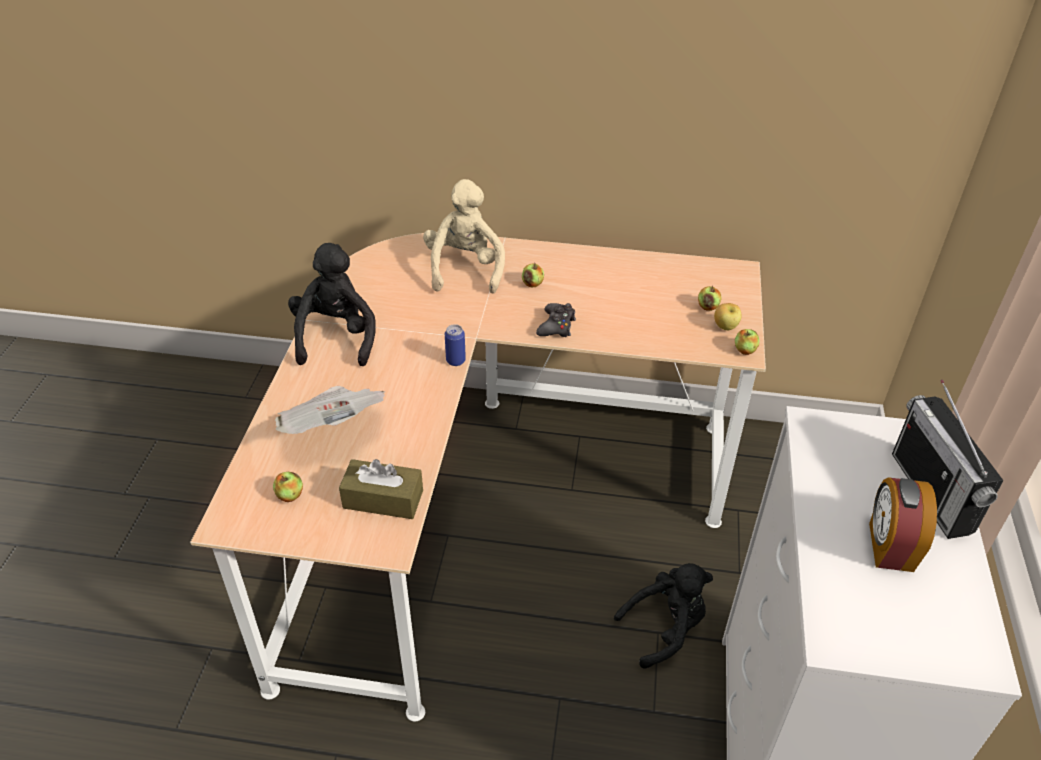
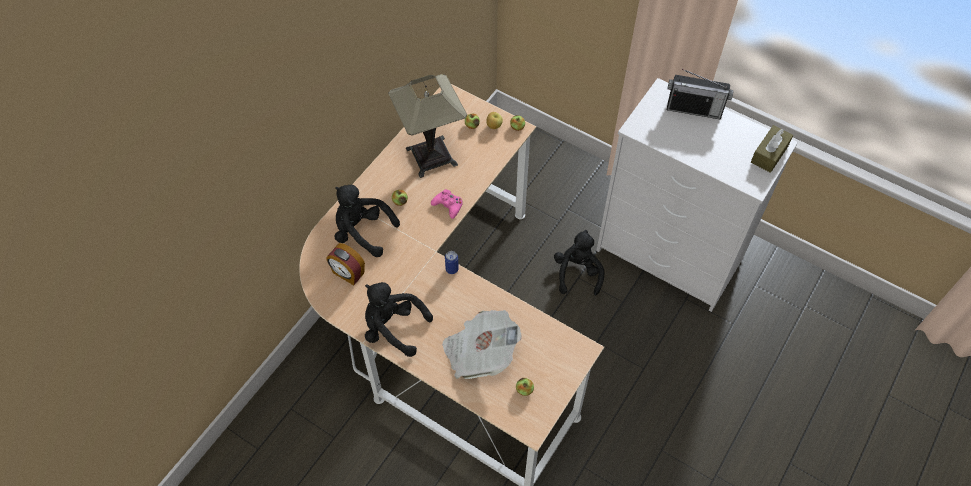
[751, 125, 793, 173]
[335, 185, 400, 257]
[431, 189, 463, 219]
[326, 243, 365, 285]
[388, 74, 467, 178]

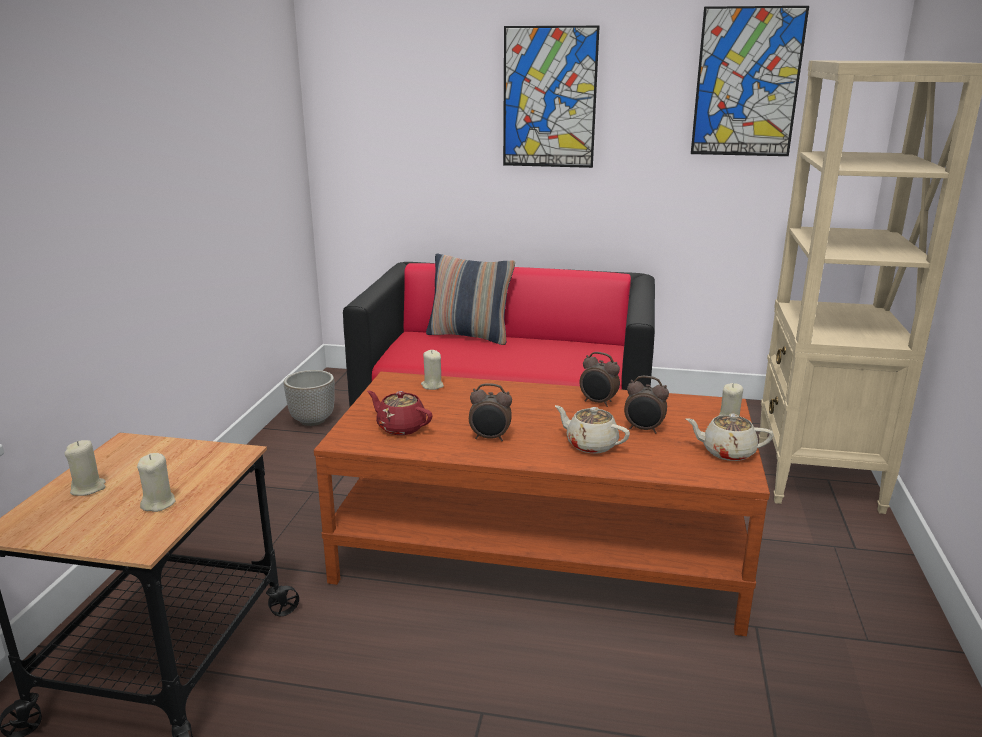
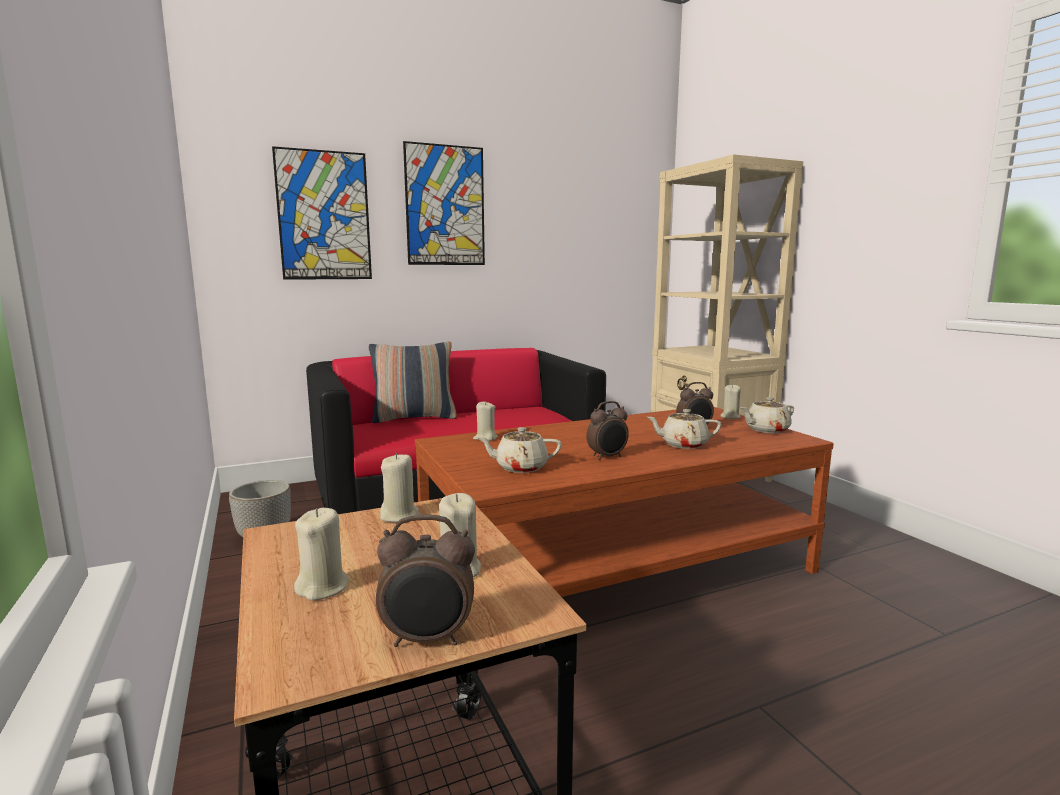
[477, 427, 562, 473]
[376, 515, 475, 647]
[272, 146, 372, 280]
[380, 453, 420, 522]

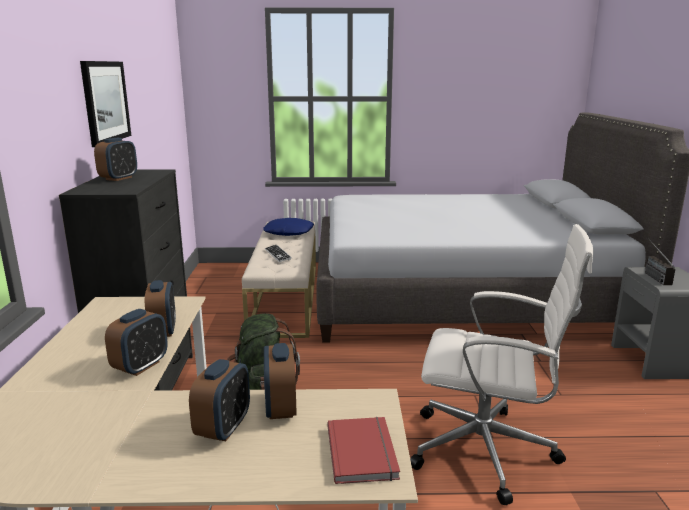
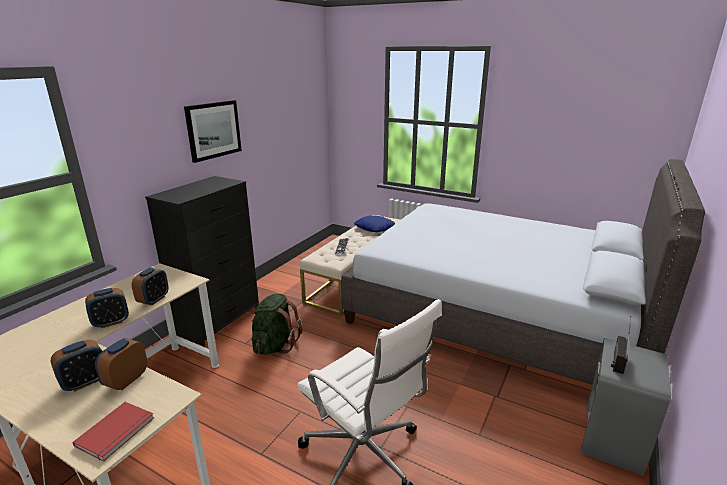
[94, 138, 137, 181] (first image)

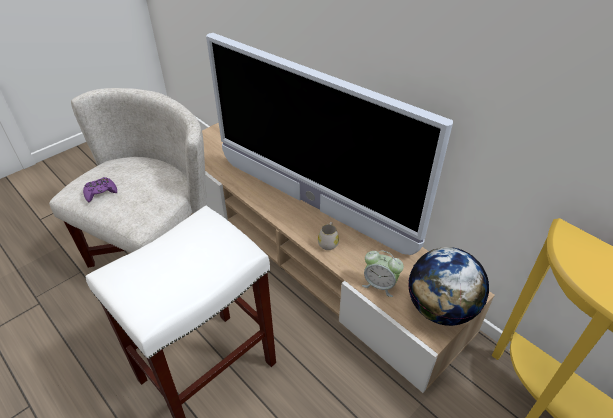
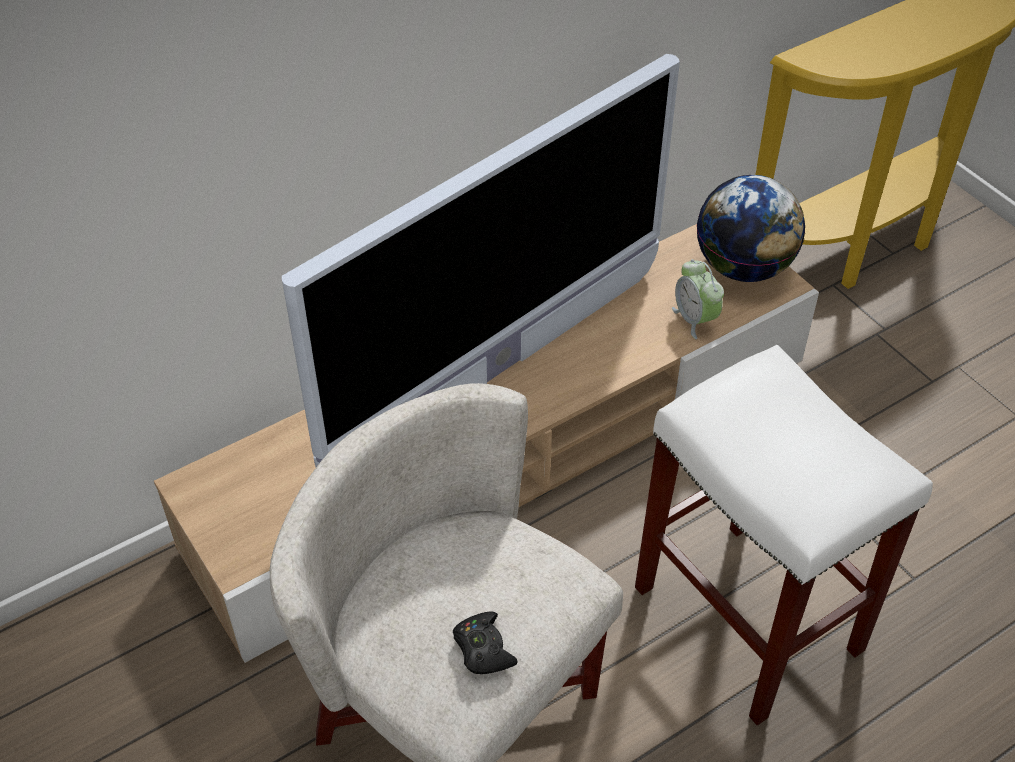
[453, 611, 518, 674]
[318, 222, 339, 250] (first image)
[672, 259, 724, 339]

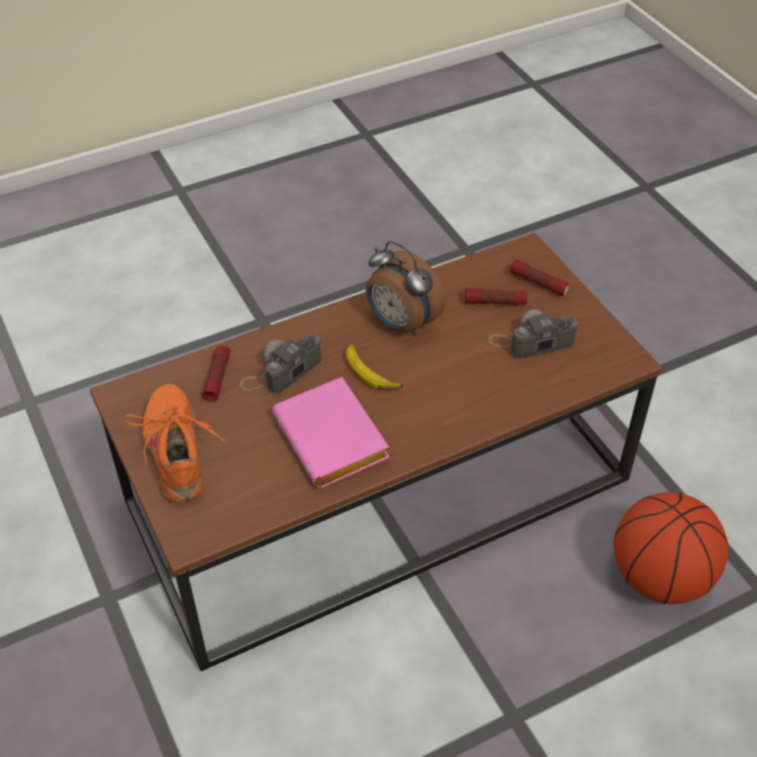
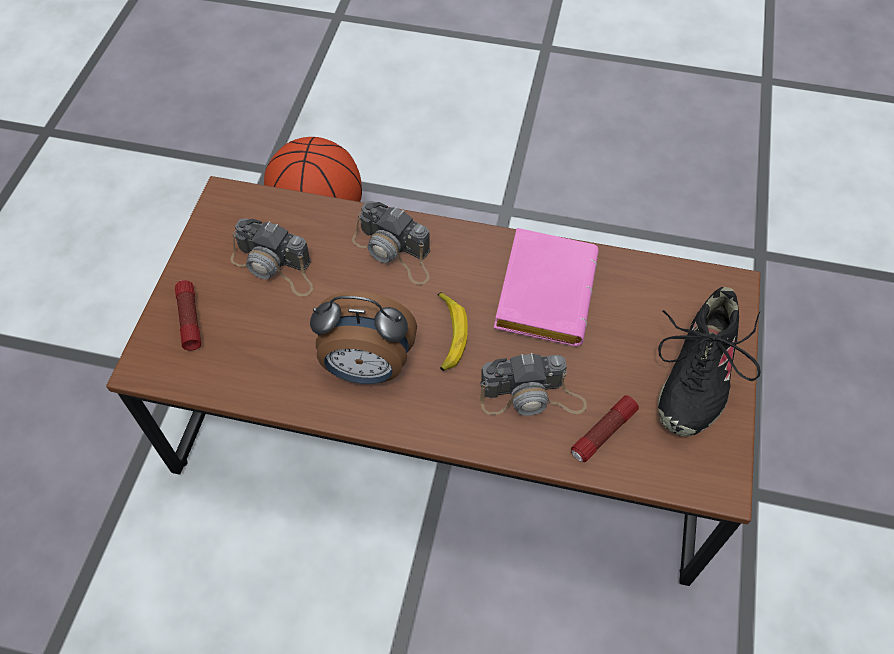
[658, 287, 761, 436]
[310, 292, 417, 384]
[465, 288, 528, 306] (first image)
[352, 201, 430, 285]

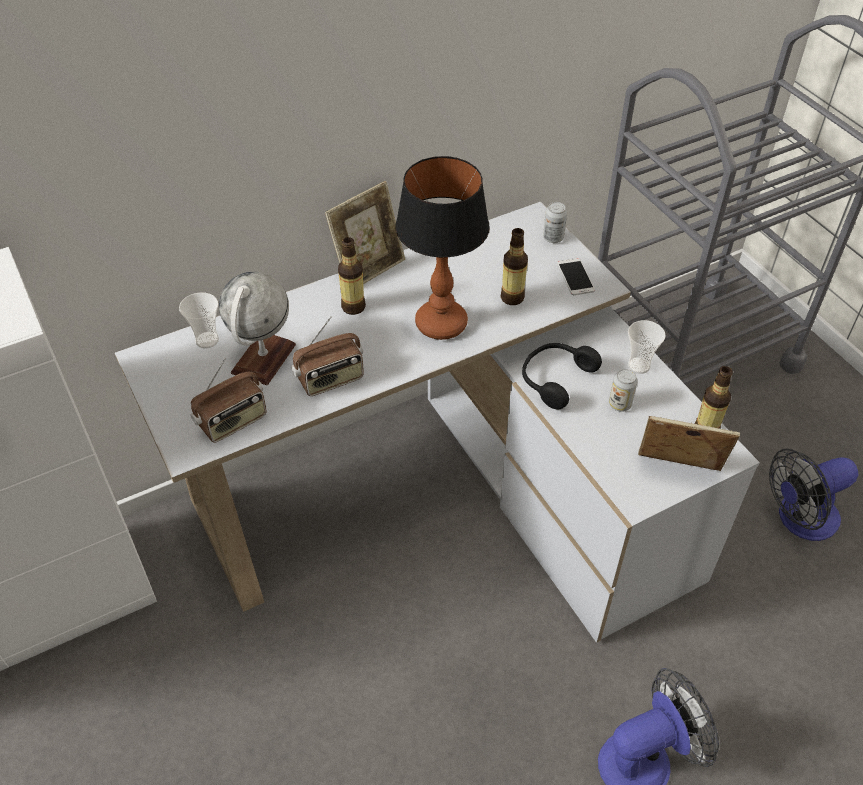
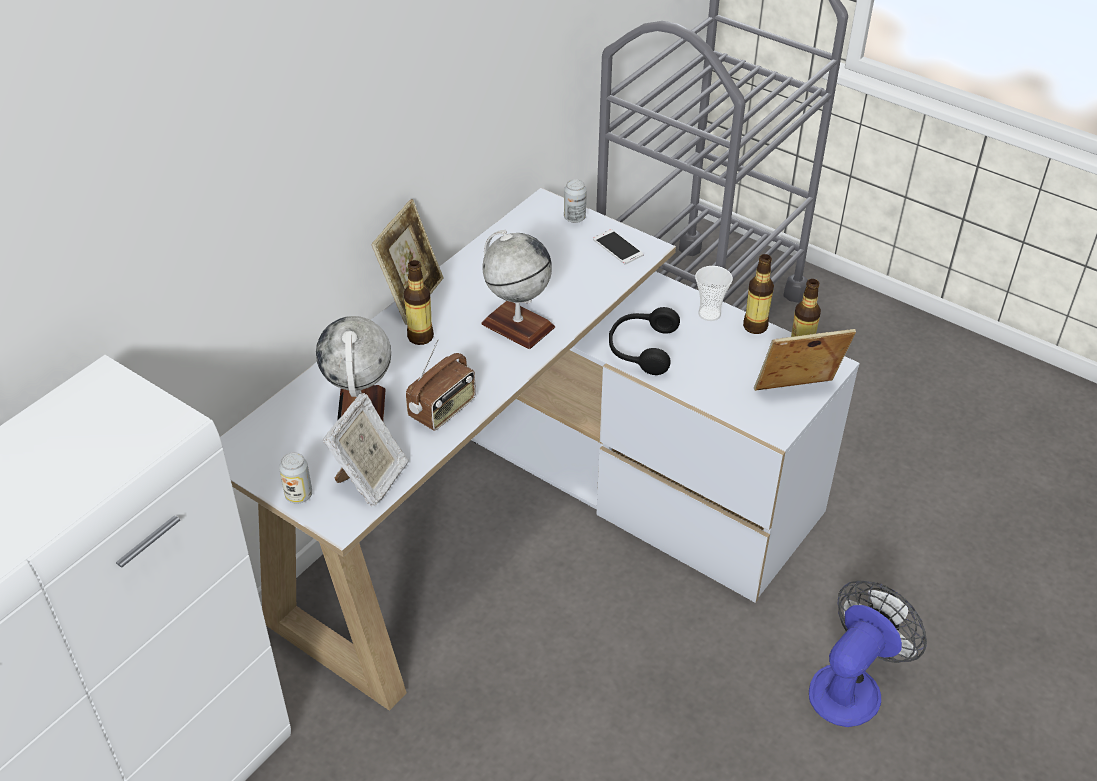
[179, 292, 219, 349] (first image)
[323, 393, 409, 506]
[481, 230, 555, 349]
[743, 254, 774, 334]
[279, 452, 312, 504]
[769, 449, 858, 541] (first image)

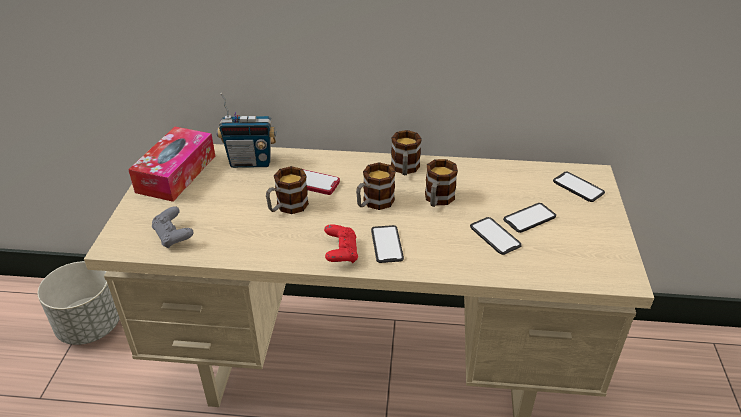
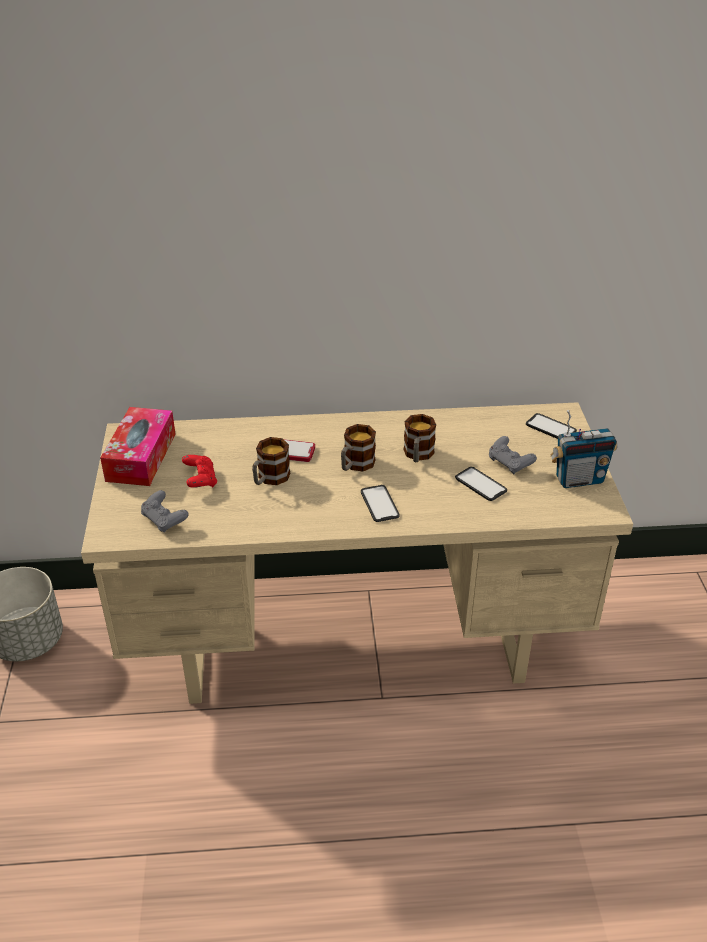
[551, 410, 618, 488]
[182, 455, 217, 488]
[391, 130, 422, 175] (first image)
[489, 436, 537, 474]

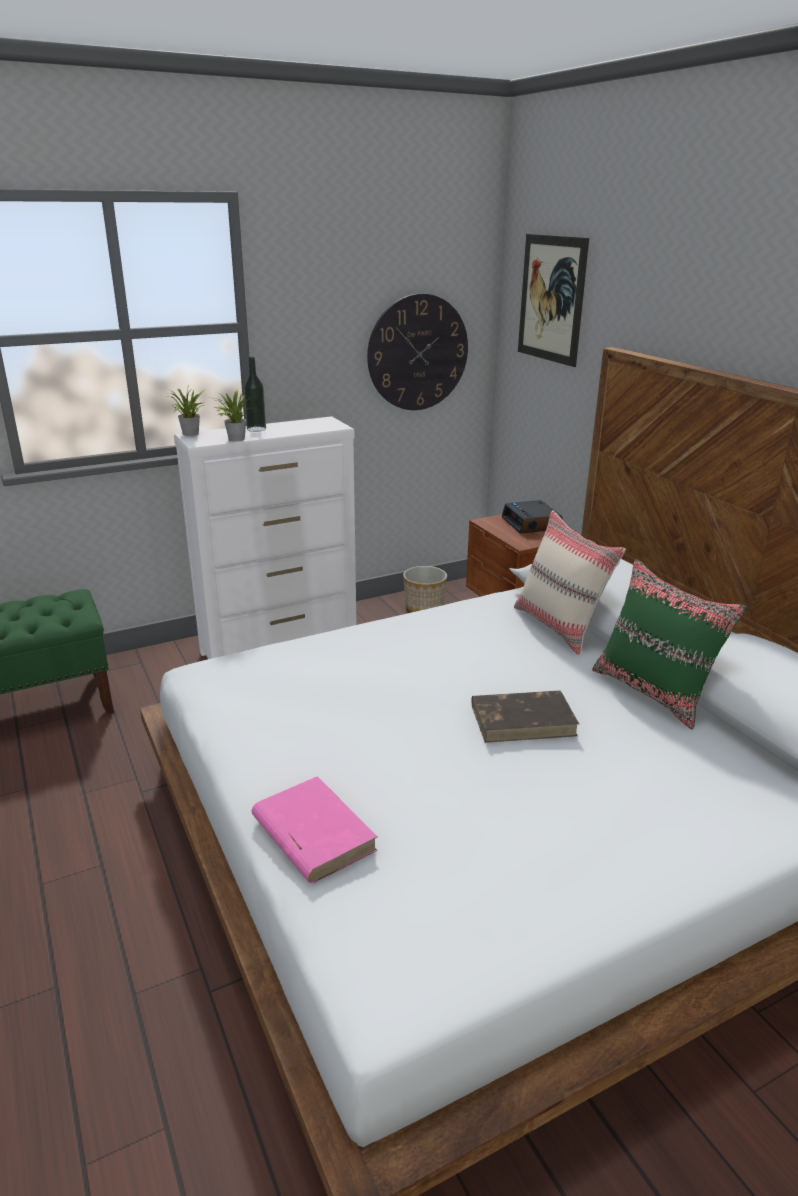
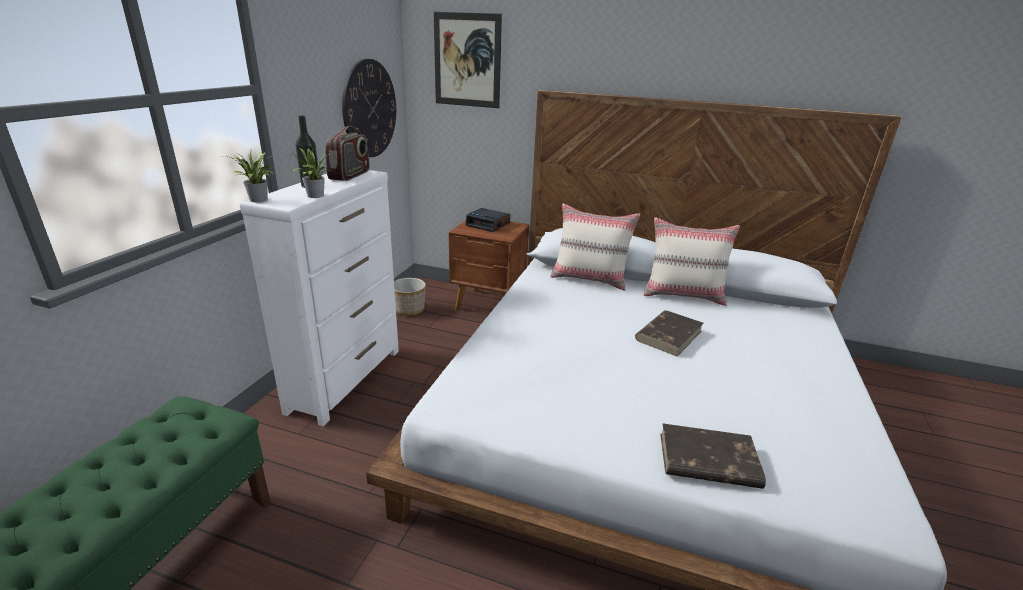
[660, 423, 766, 489]
[644, 217, 740, 306]
[325, 126, 370, 181]

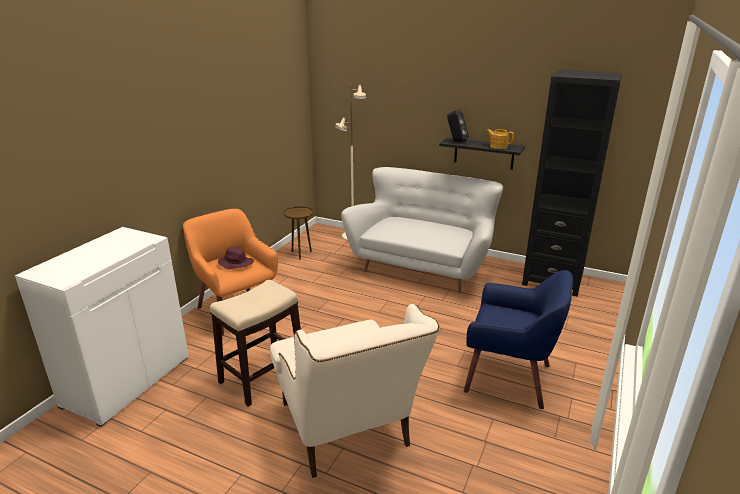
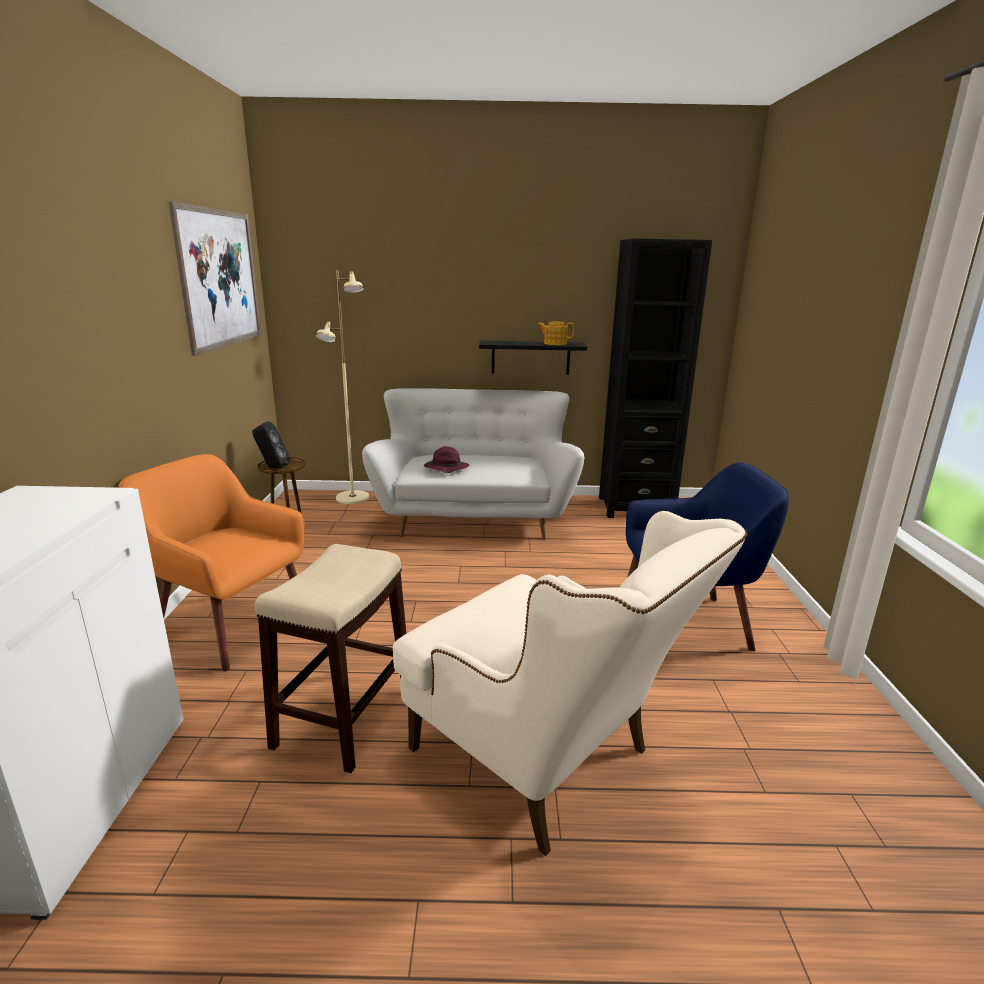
[424, 446, 469, 473]
[252, 421, 290, 468]
[168, 201, 261, 356]

